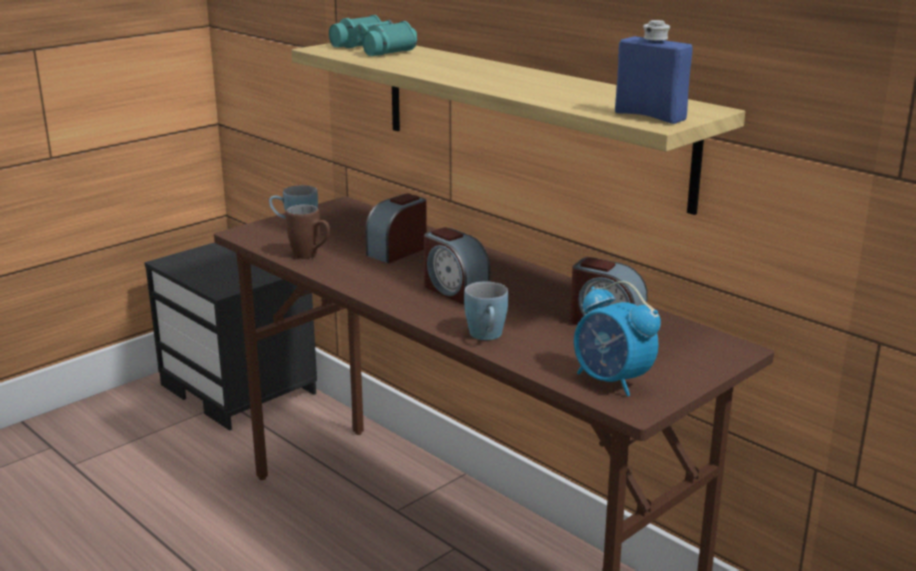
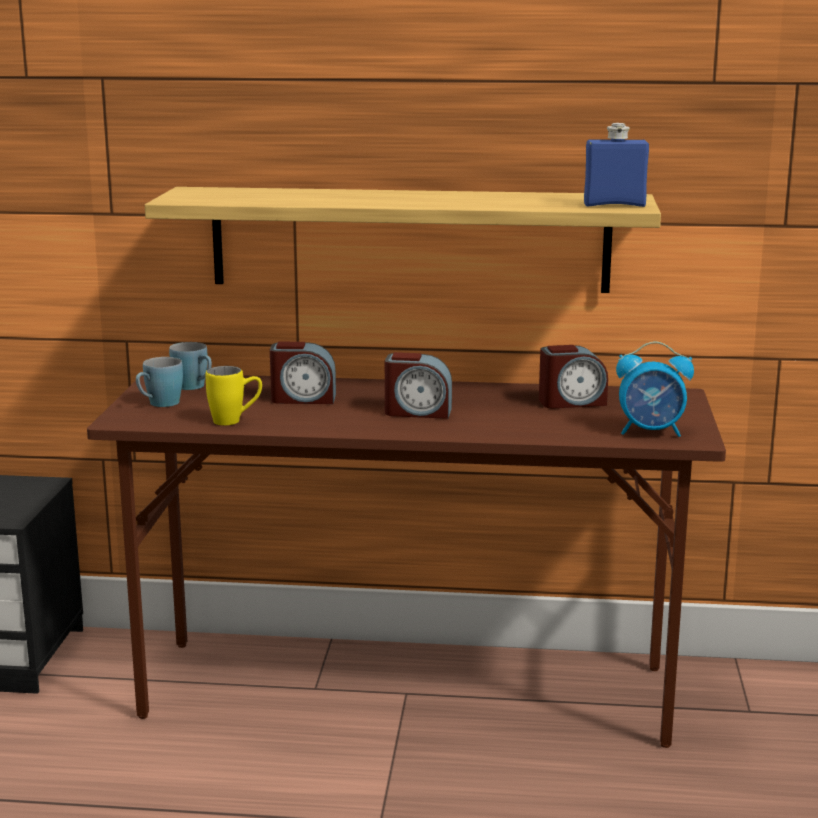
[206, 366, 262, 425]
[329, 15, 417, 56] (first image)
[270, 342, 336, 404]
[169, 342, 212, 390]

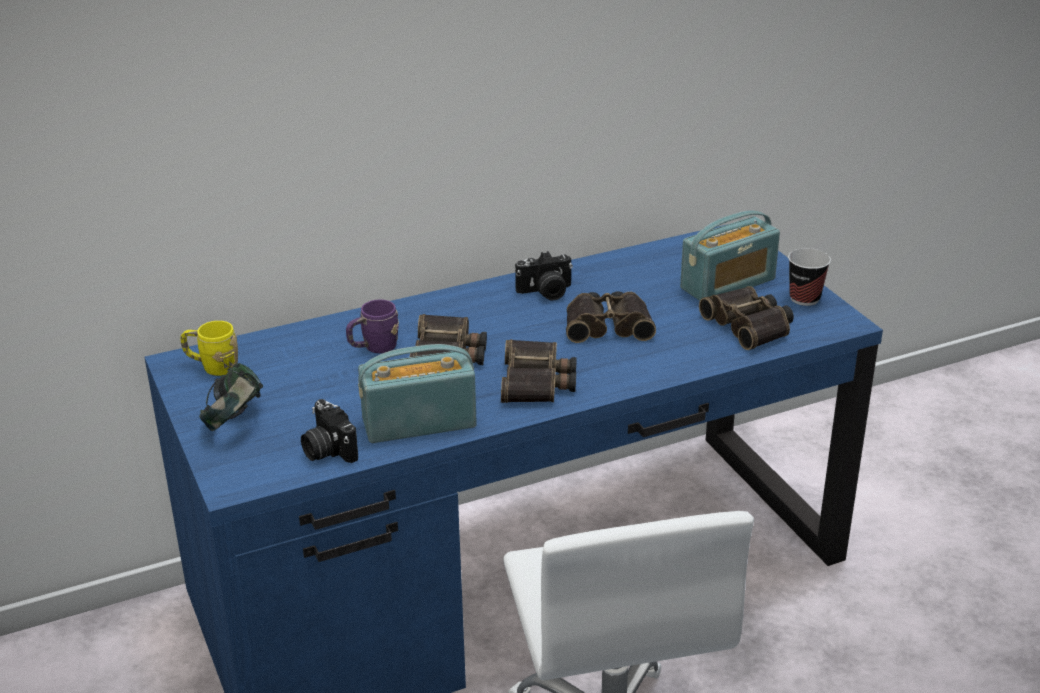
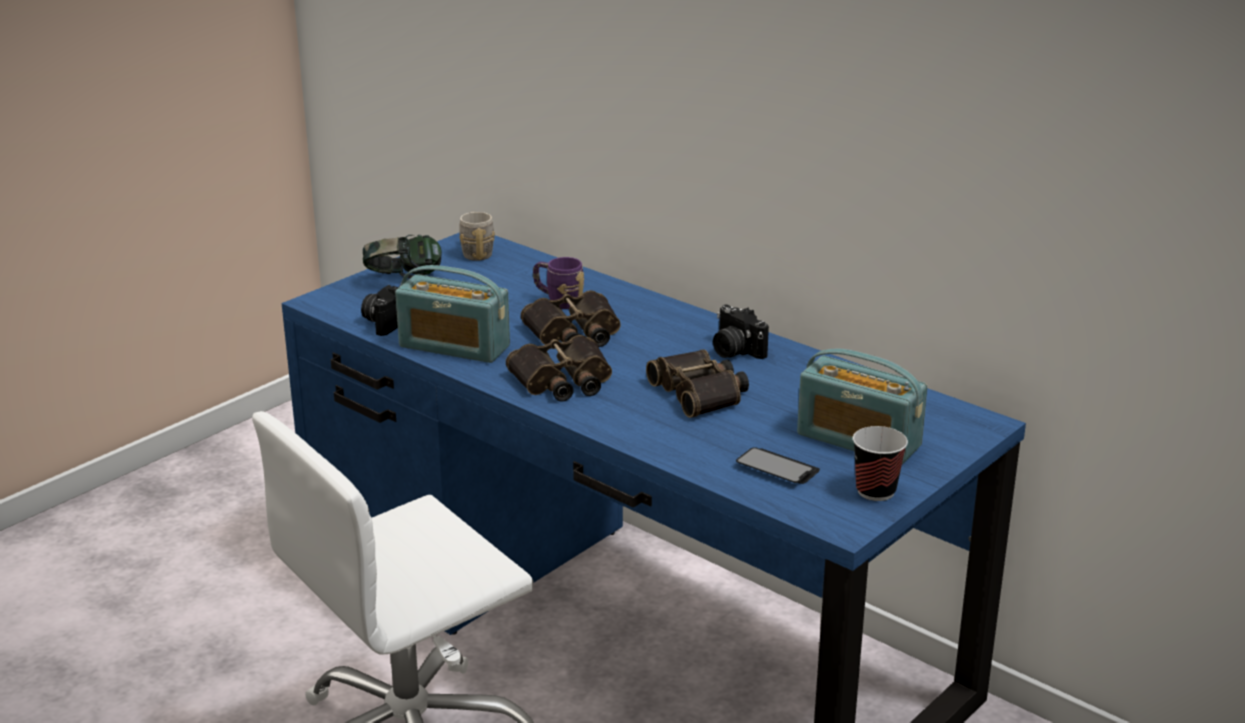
[459, 212, 495, 261]
[395, 265, 510, 363]
[736, 447, 820, 484]

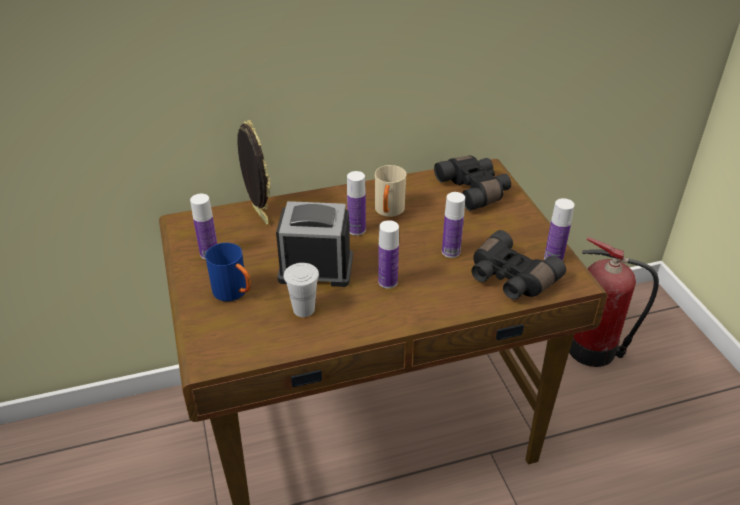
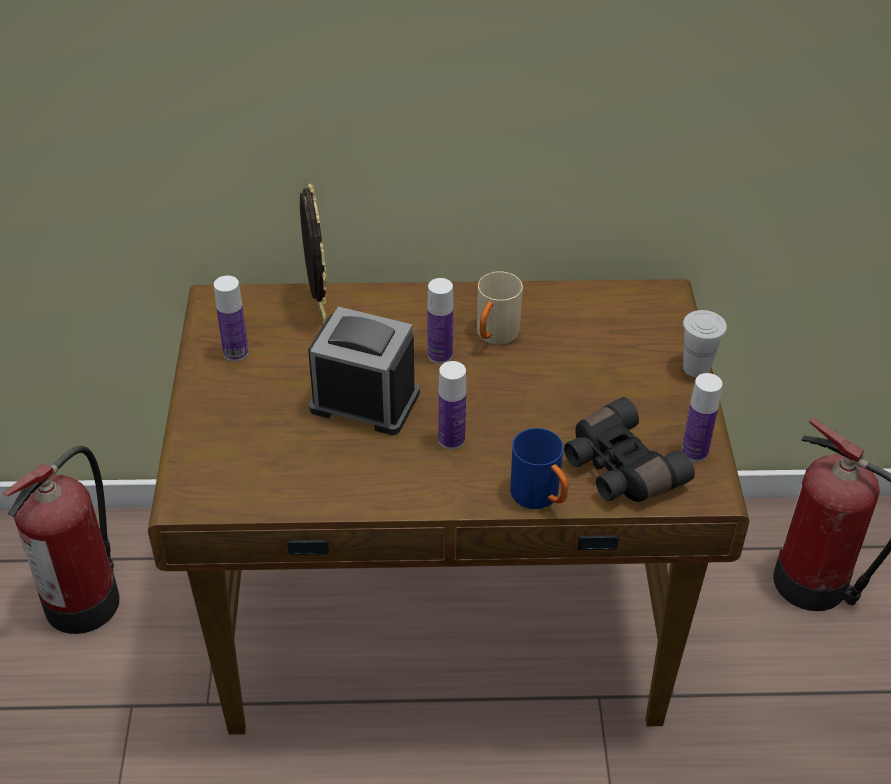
[510, 428, 568, 509]
[683, 310, 727, 377]
[434, 156, 511, 211] (first image)
[442, 192, 465, 258] (first image)
[3, 446, 120, 634]

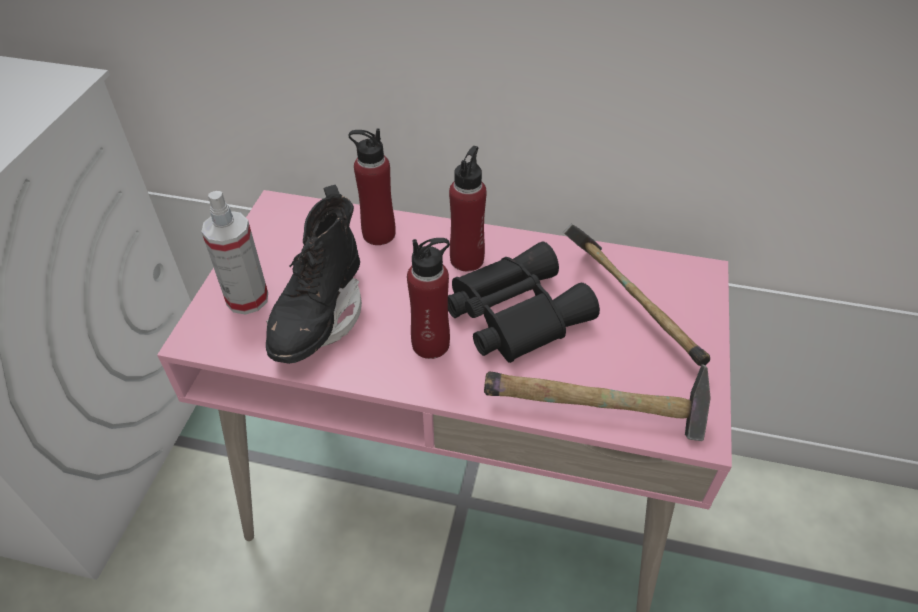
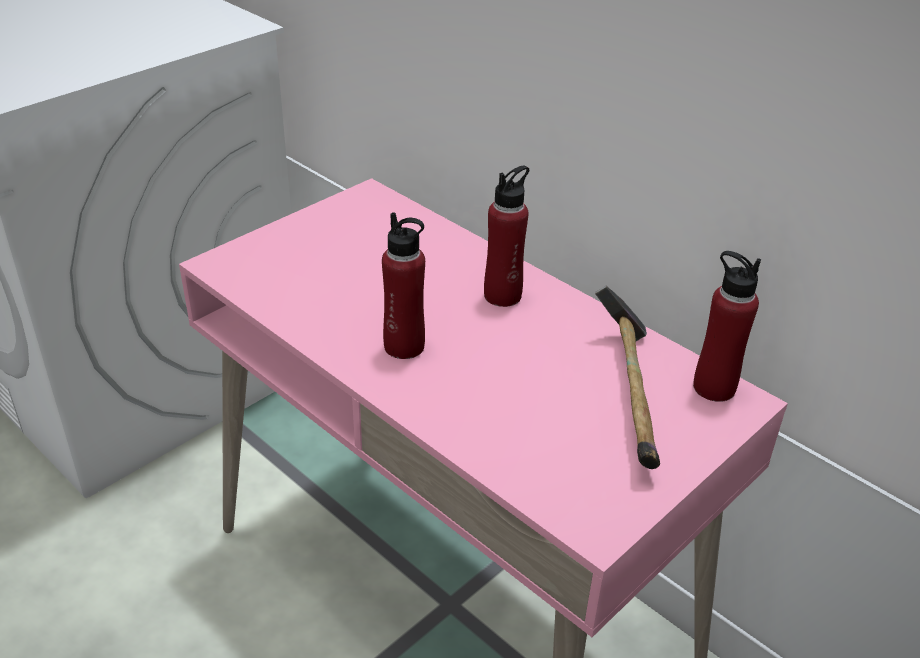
[201, 191, 268, 315] (first image)
[266, 185, 362, 364] (first image)
[693, 251, 761, 402]
[448, 242, 600, 363] (first image)
[484, 364, 711, 441] (first image)

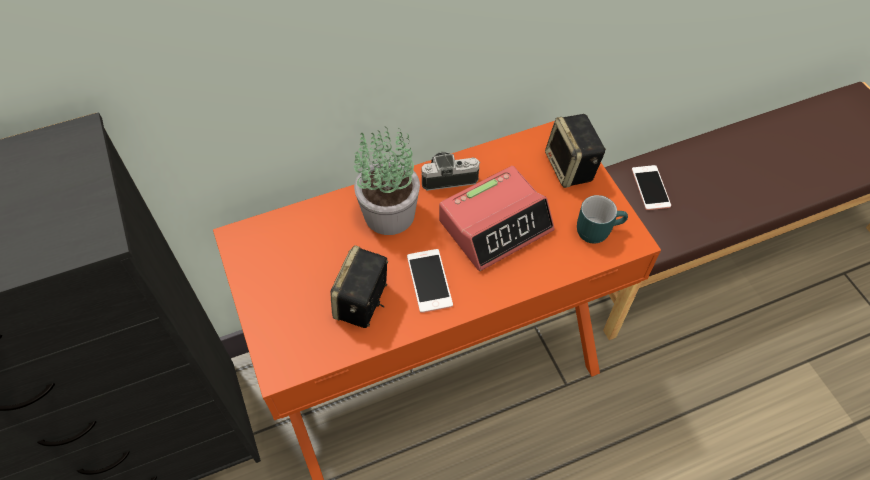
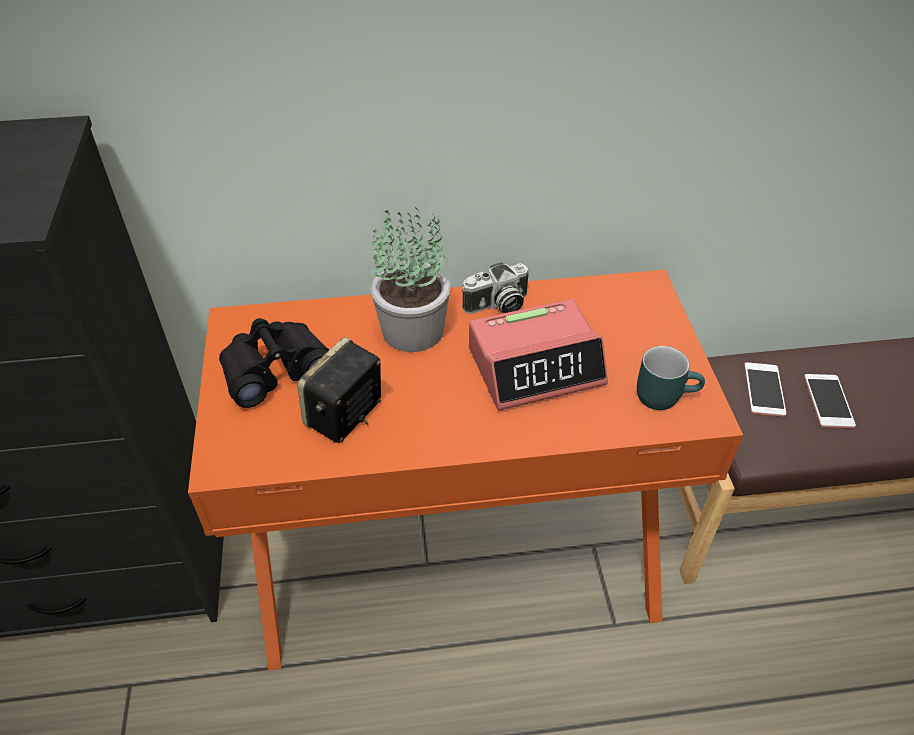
[804, 374, 856, 428]
[462, 262, 529, 314]
[545, 114, 606, 188] (first image)
[219, 318, 329, 408]

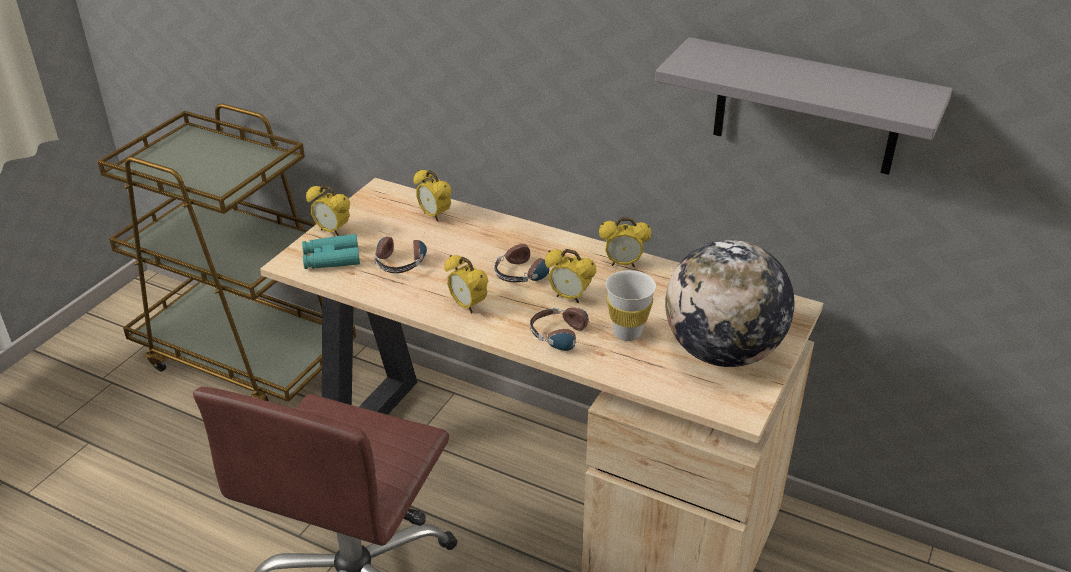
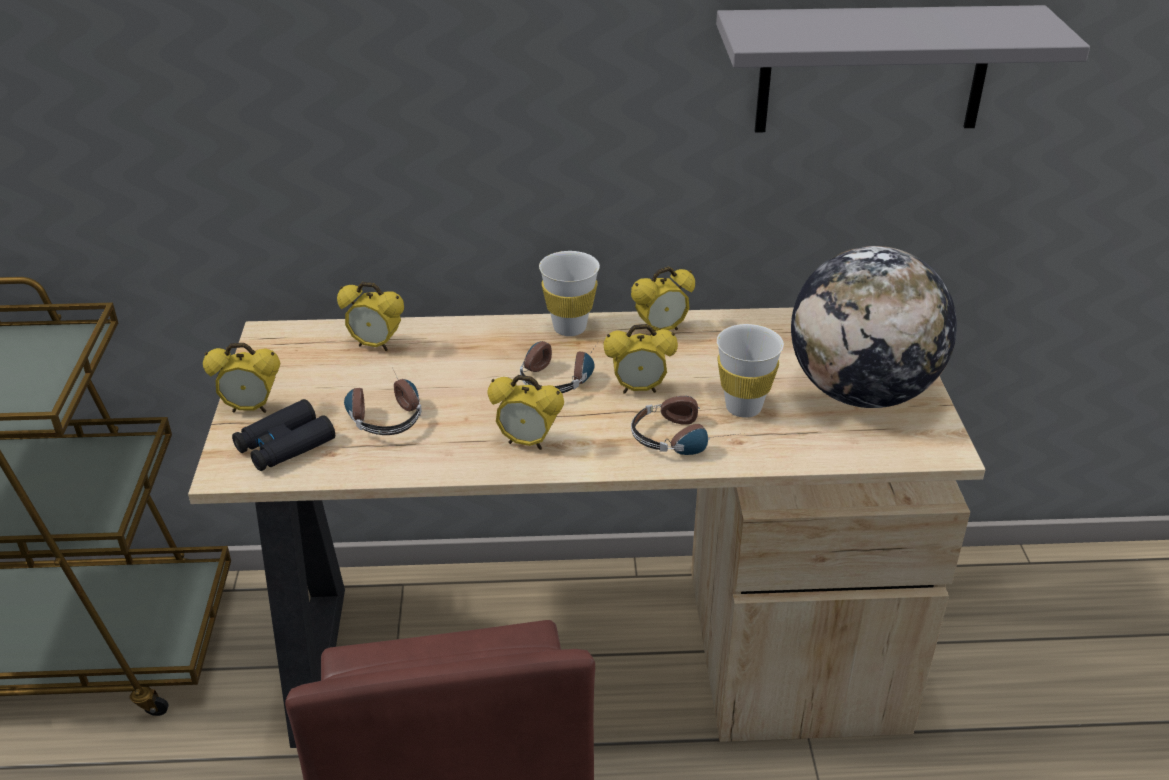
[232, 399, 335, 471]
[539, 251, 600, 336]

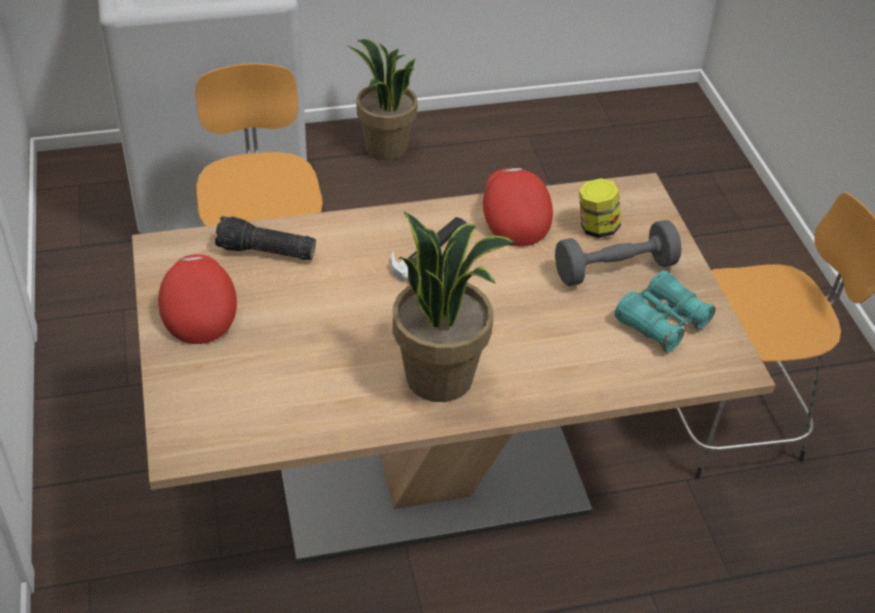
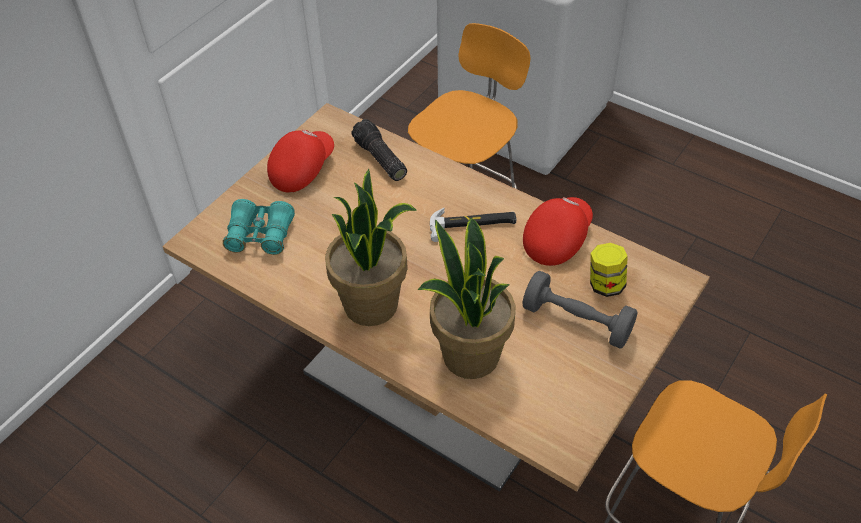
[418, 218, 516, 379]
[223, 199, 295, 255]

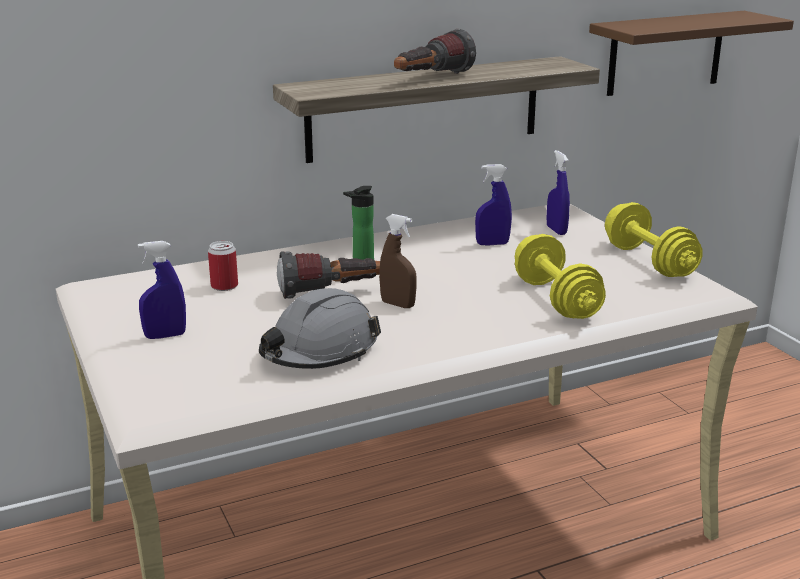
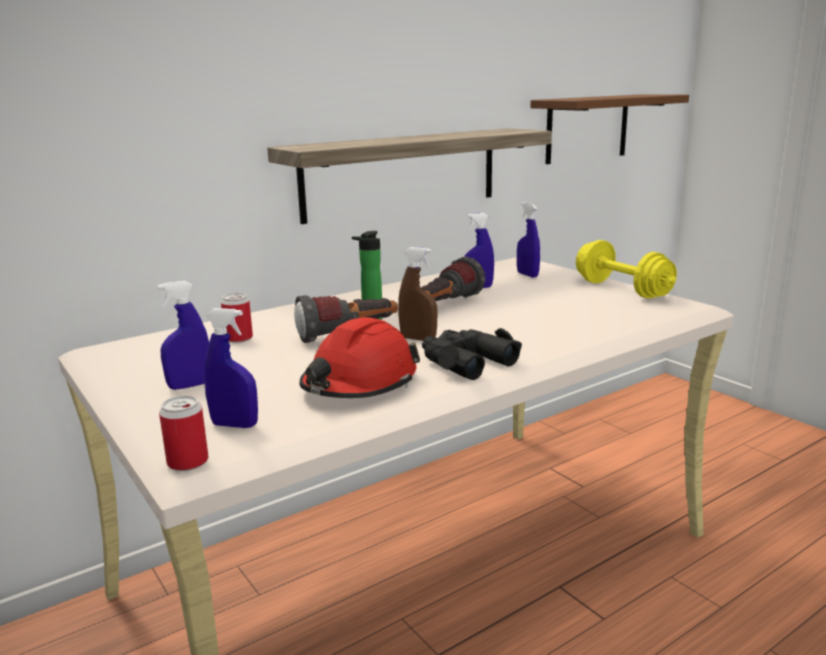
[299, 317, 420, 398]
[422, 257, 485, 301]
[515, 234, 606, 319] (first image)
[159, 395, 209, 471]
[204, 308, 258, 428]
[422, 328, 522, 380]

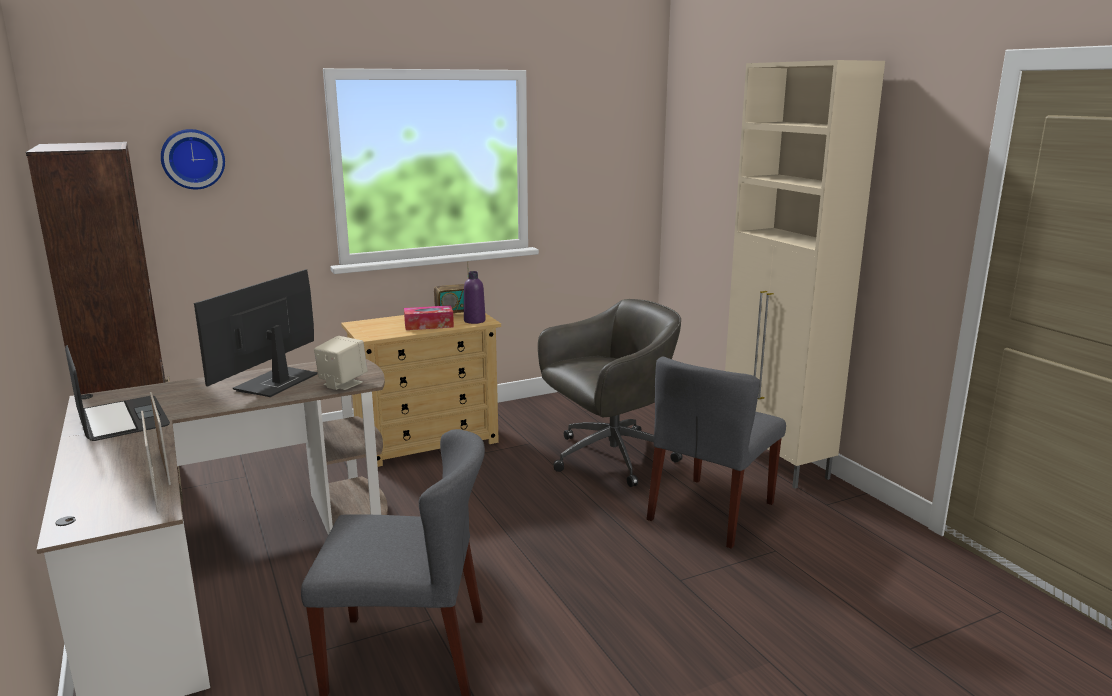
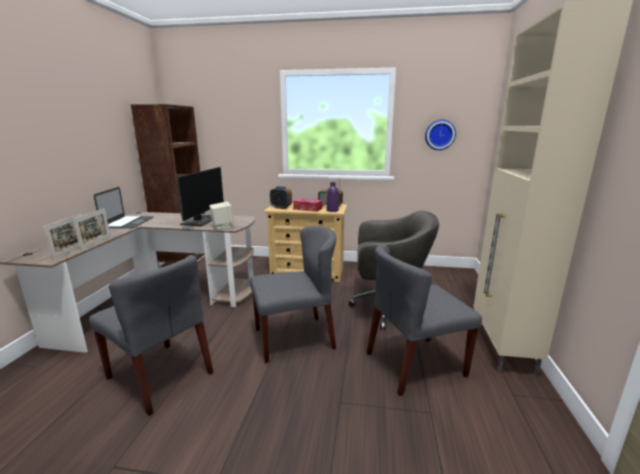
[425, 120, 456, 150]
[177, 167, 224, 226]
[250, 226, 336, 363]
[270, 186, 292, 209]

